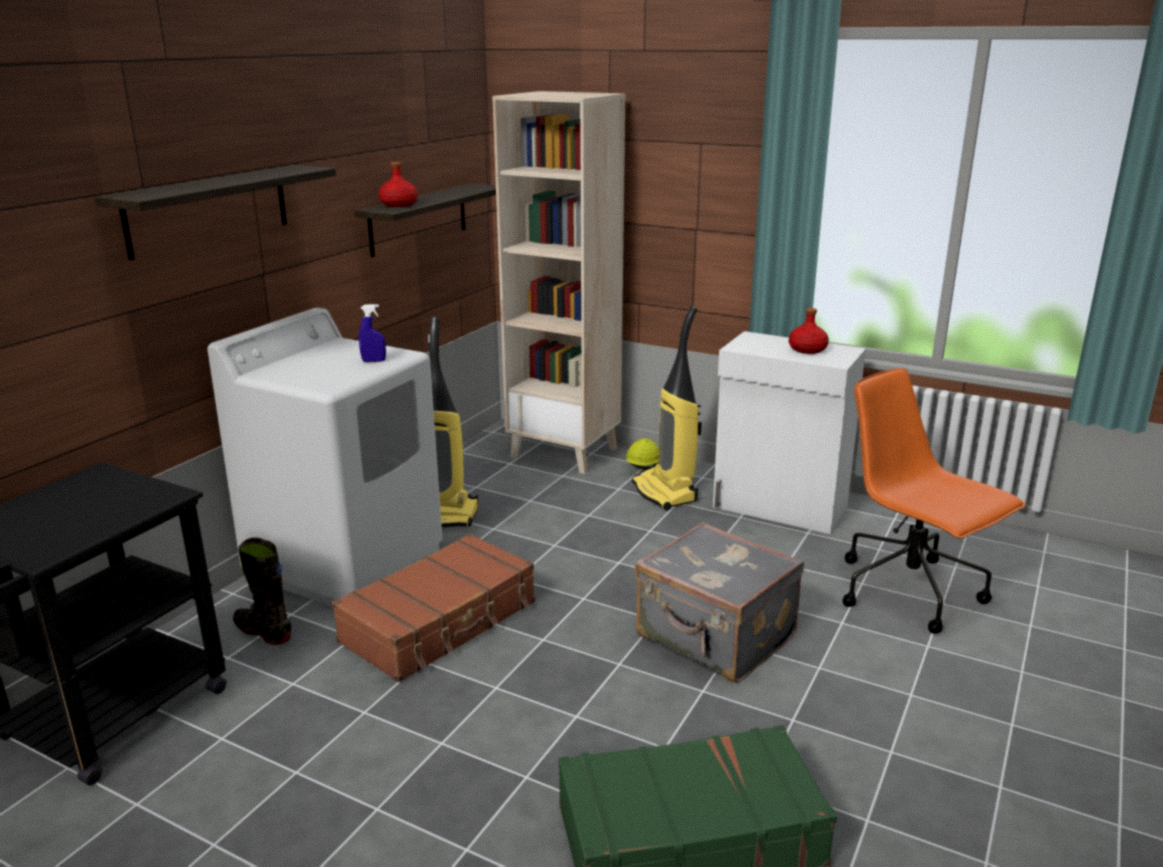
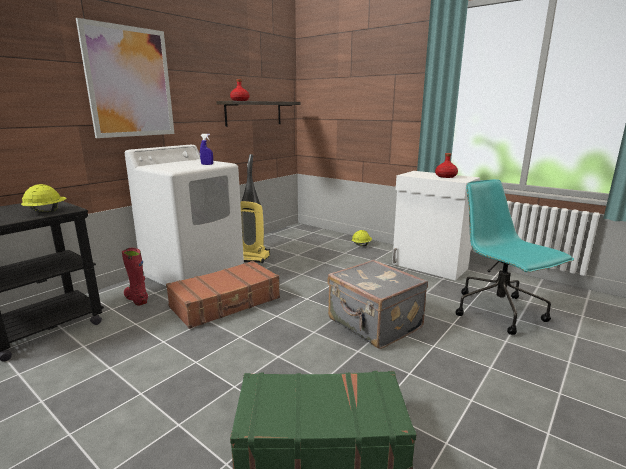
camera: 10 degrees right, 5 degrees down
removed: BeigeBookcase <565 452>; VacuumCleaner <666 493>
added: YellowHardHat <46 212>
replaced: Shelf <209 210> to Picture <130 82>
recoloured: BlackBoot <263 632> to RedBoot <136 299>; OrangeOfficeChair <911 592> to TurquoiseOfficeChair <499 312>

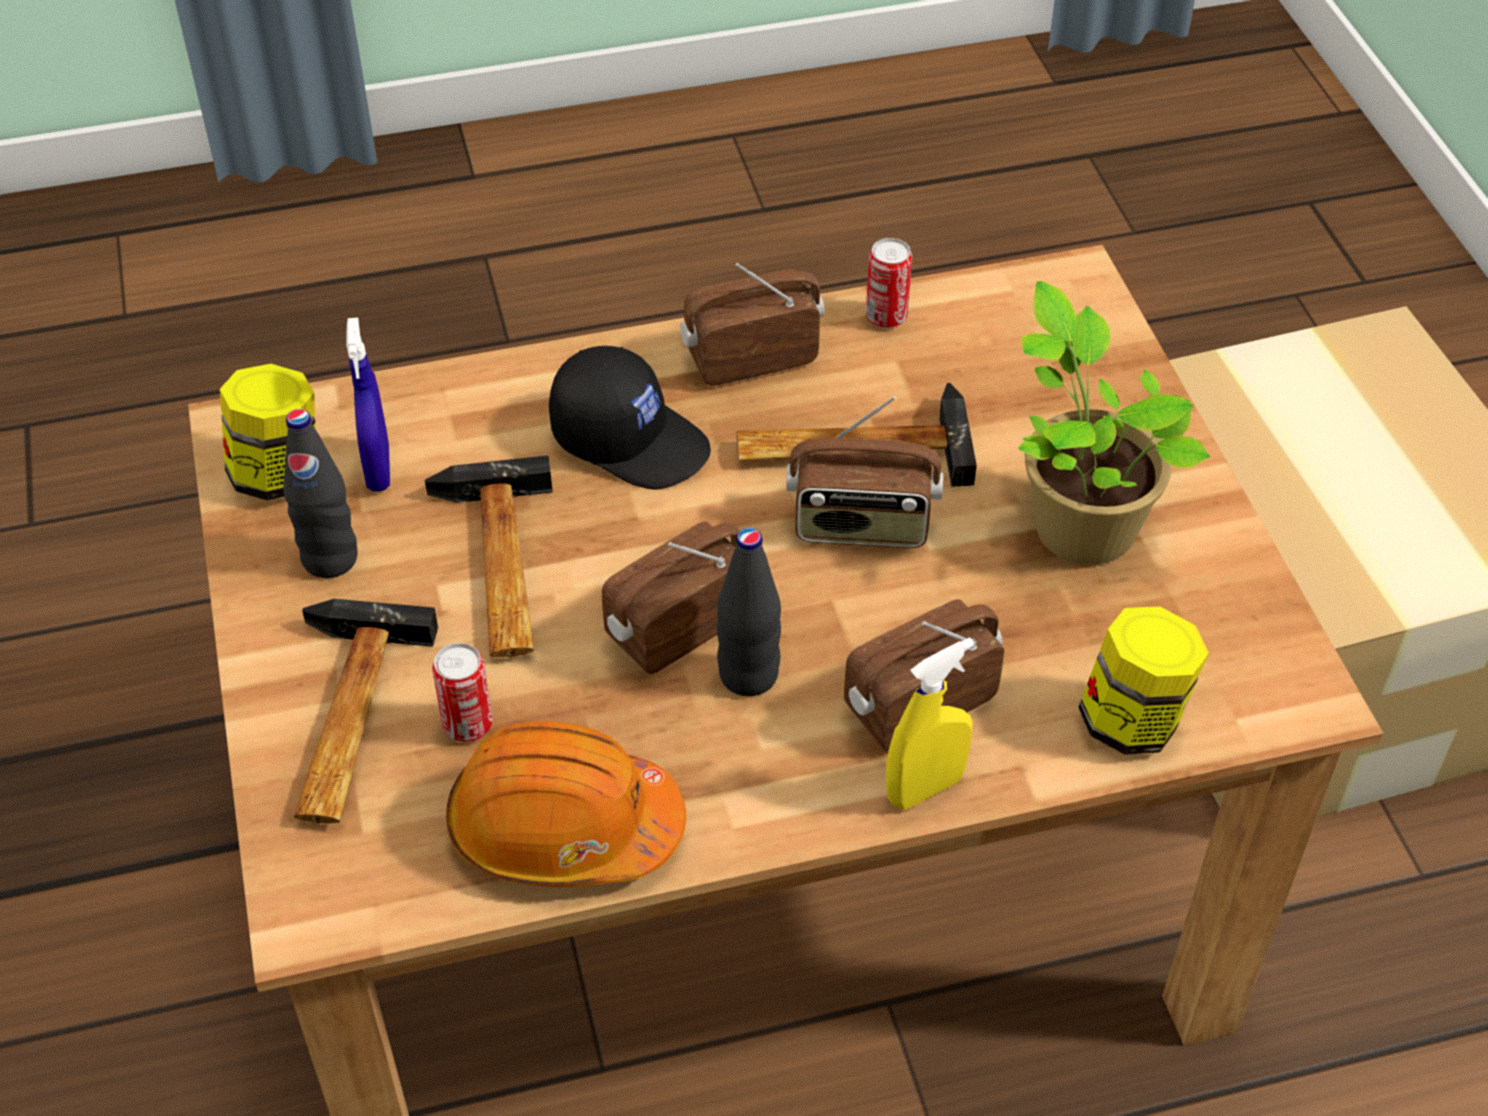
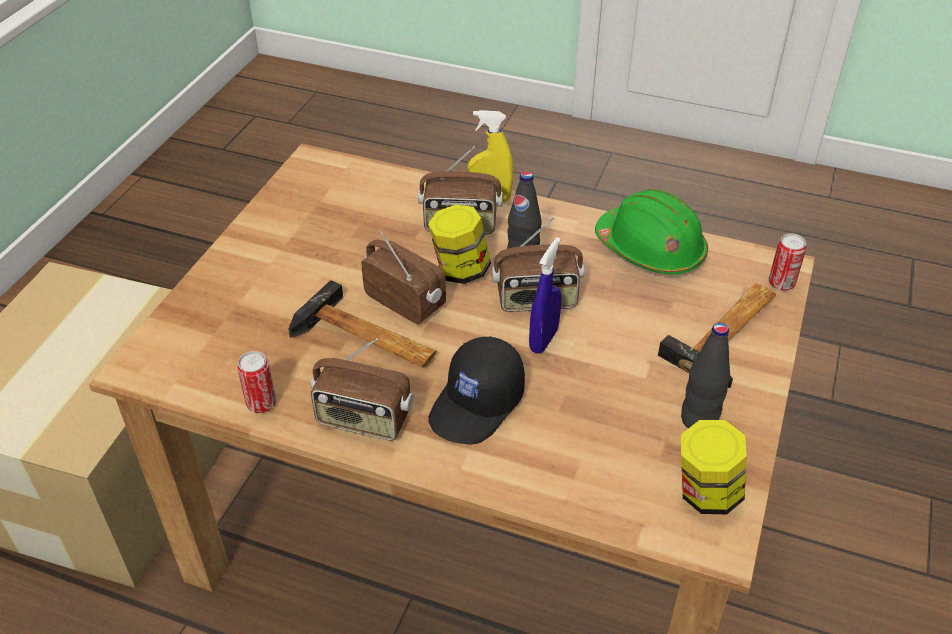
camera: 145 degrees left, 5 degrees down
removed: Hammer <497 569>; PottedPlant <1078 524>
moved: Jar <1132 720> to <460 270>; BlueSprayBottle <378 469> to <543 340>; Can <468 725> to <781 283>
recoloured: OrangeHardHat <563 827> to GreenHardHat <650 250>
turned: BlackCap <631 439> = <477 405> 120 degrees counterclockwise

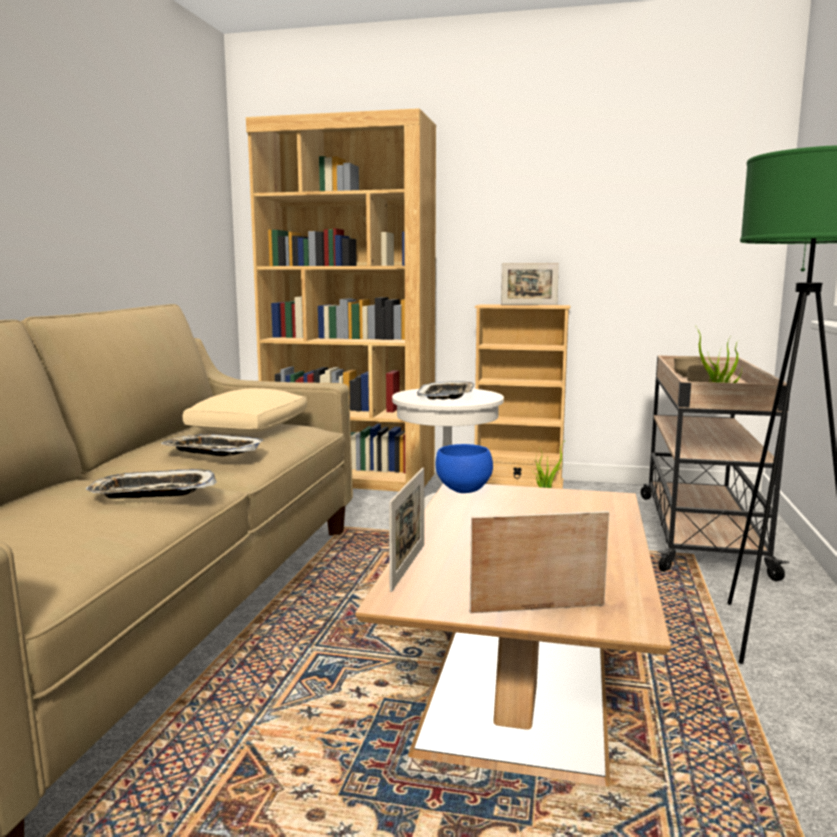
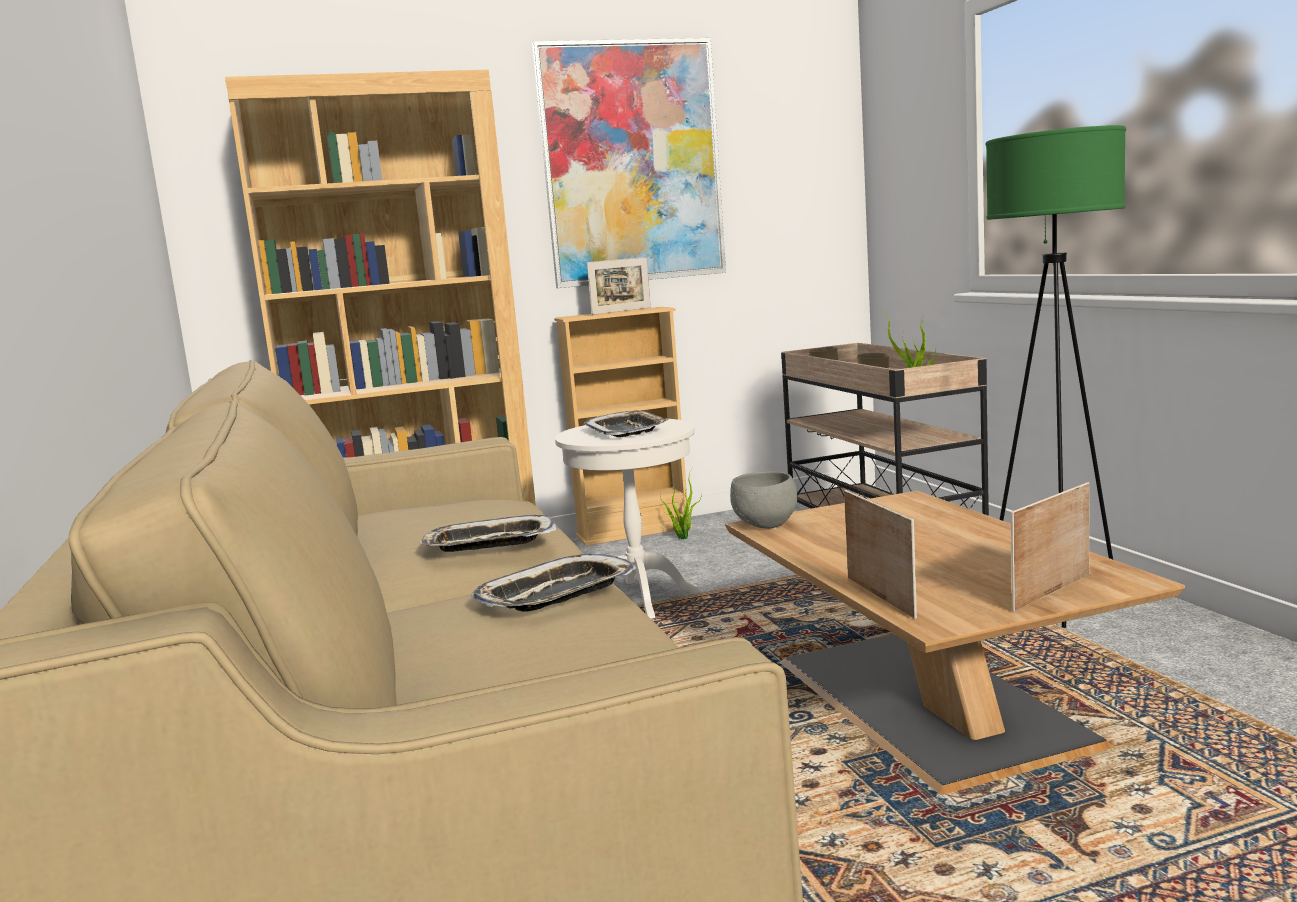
camera: 30 degrees left, 0 degrees up
removed: BeigePillow <249 428>
added: Picture <632 163>
recoloured: BlueBowl <463 490> to GreyBowl <766 525>

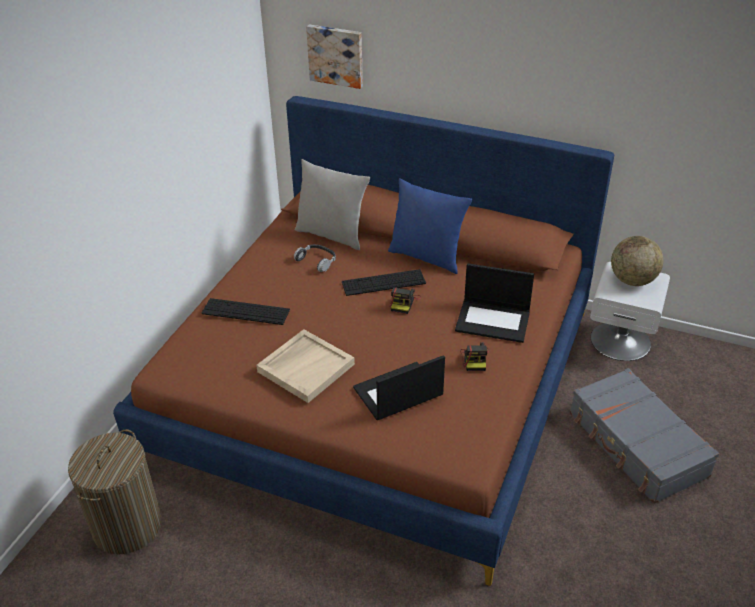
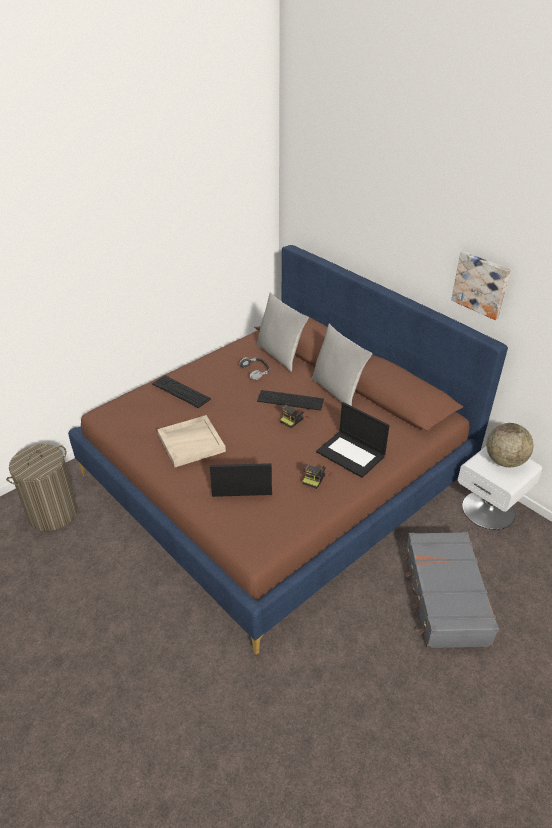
camera: 25 degrees right, 0 degrees up
moved: Picture <336 55> to <481 284>
recoloured: BluePillow <427 256> to GreyPillow <337 391>

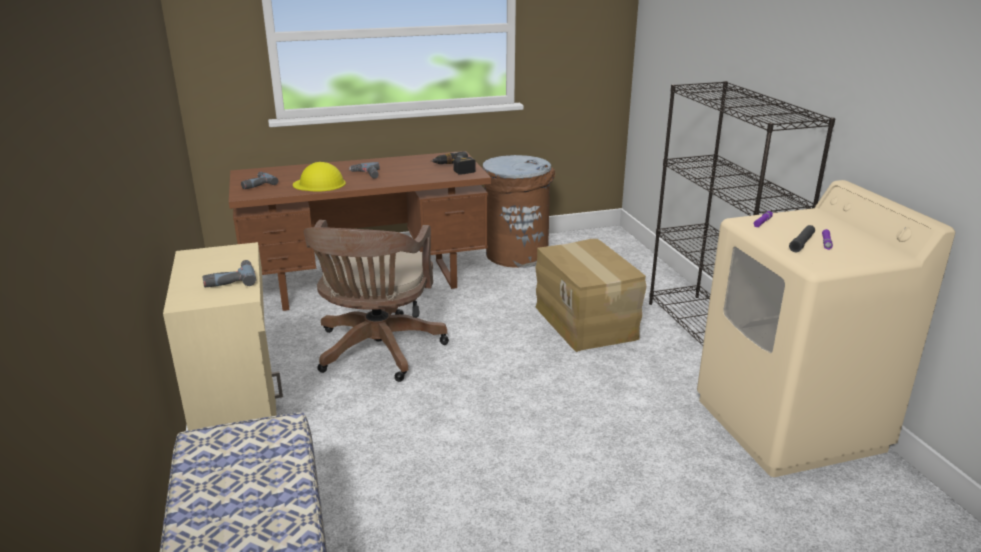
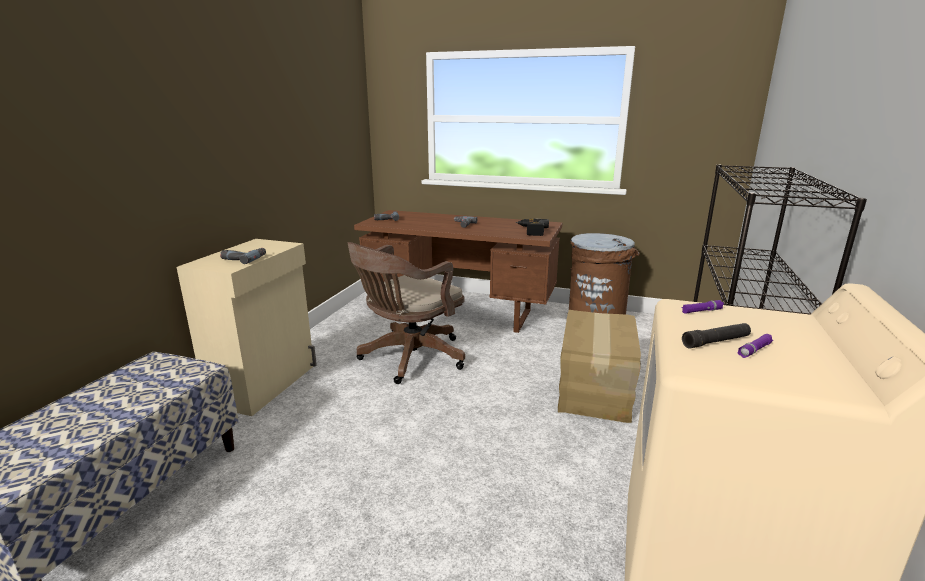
camera: 35 degrees right, 5 degrees down
removed: YellowHardHat <319 184>

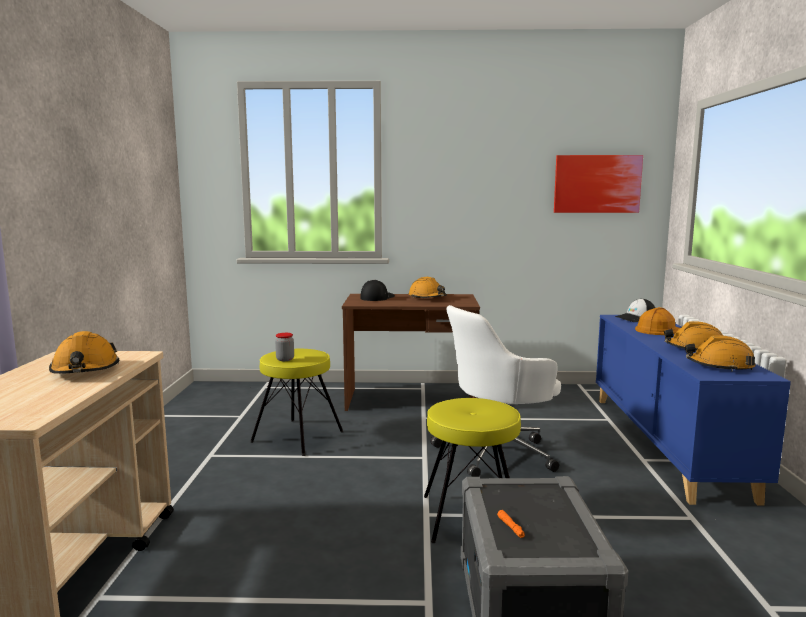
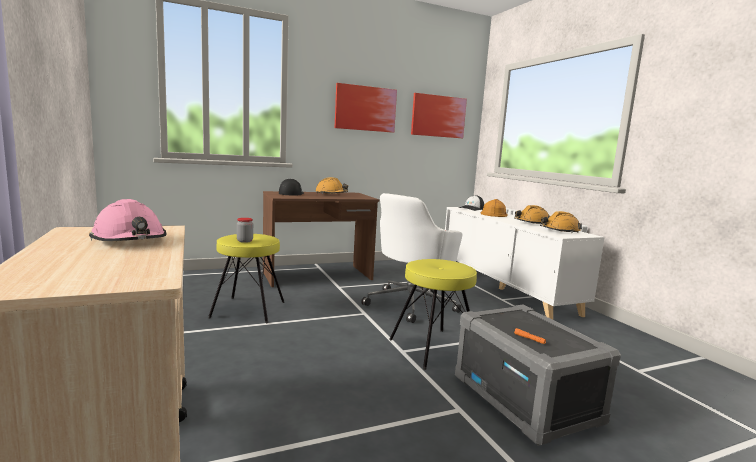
camera: 25 degrees left, 0 degrees up
added: Picture <365 108>
recoloured: OrangeHardHat <85 370> to PinkHardHat <130 240>; BlueCabinet <666 443> to WhiteCabinet <505 288>

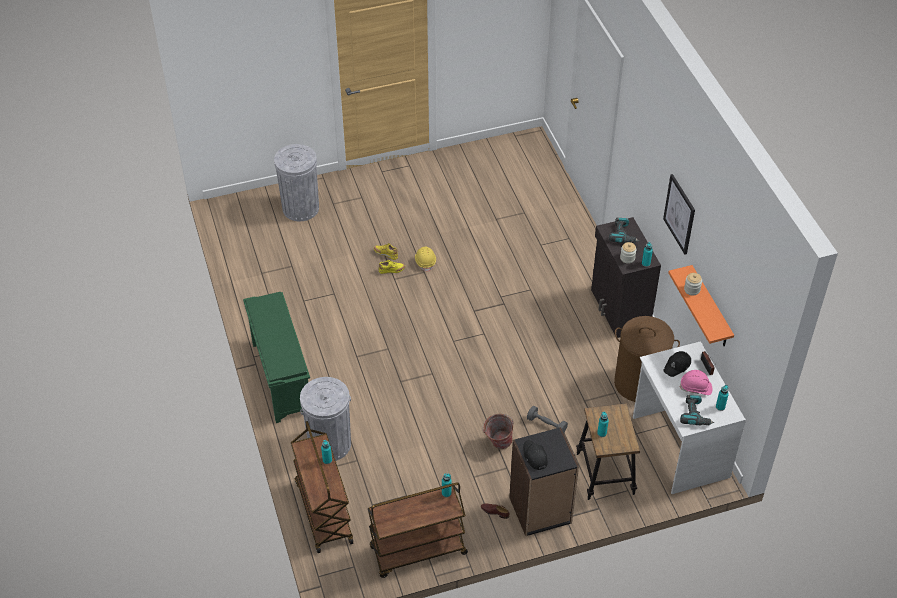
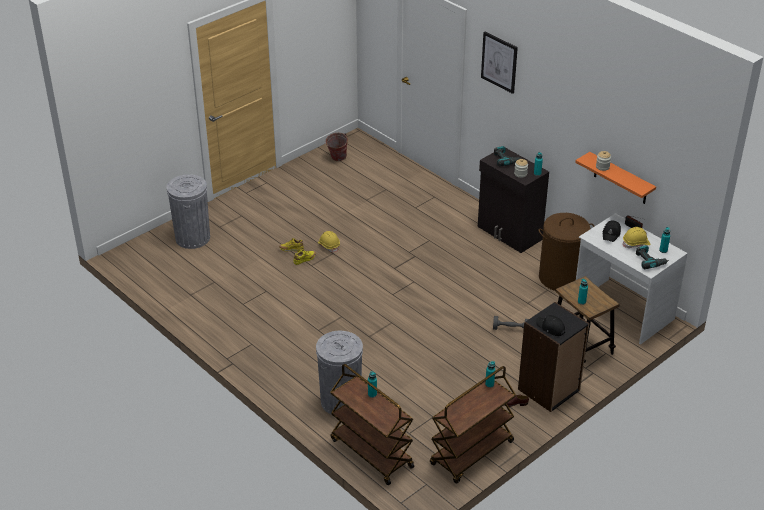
camera: 25 degrees left, 10 degrees down
removed: GreenShoeRack <280 377>
moved: Bucket <497 444> to <336 159>; Picture <679 214> to <499 62>
recoloured: PinkHardHat <696 388> to YellowHardHat <636 243>

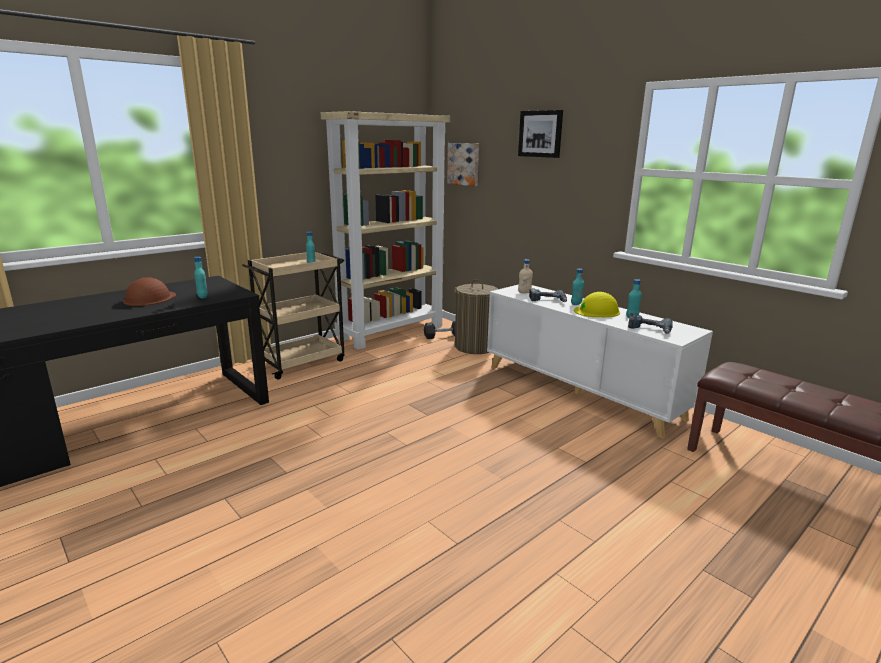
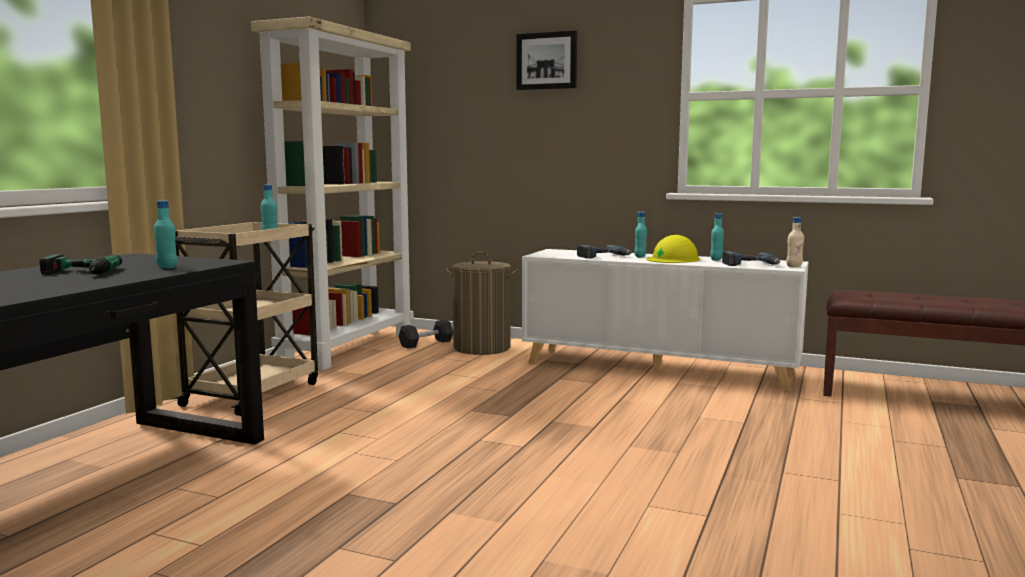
camera: 25 degrees left, 10 degrees down
removed: Picture <464 164>
moved: BeigeBottle <524 292> to <794 266>
replaced: BrownHardHat <150 298> to PowerDrill <75 274>

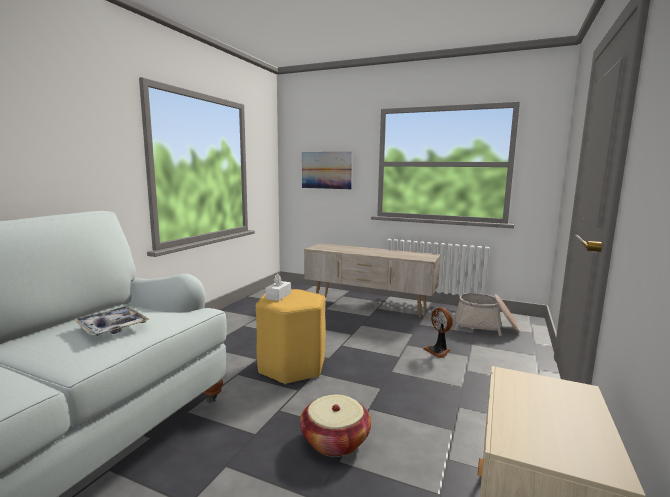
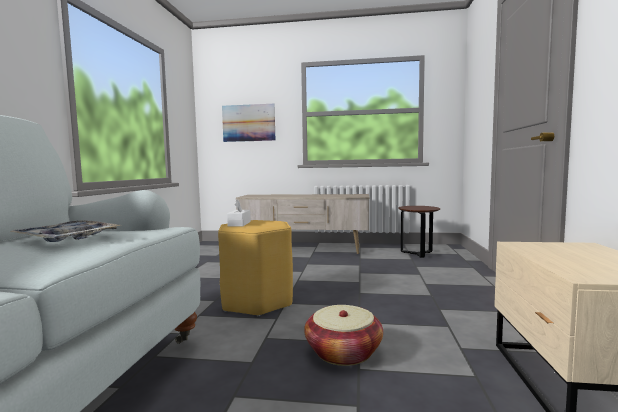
camera: 15 degrees left, 5 degrees down
removed: Fan <438 351>
replaced: Basket <485 326> to BrownSideTable <418 254>

